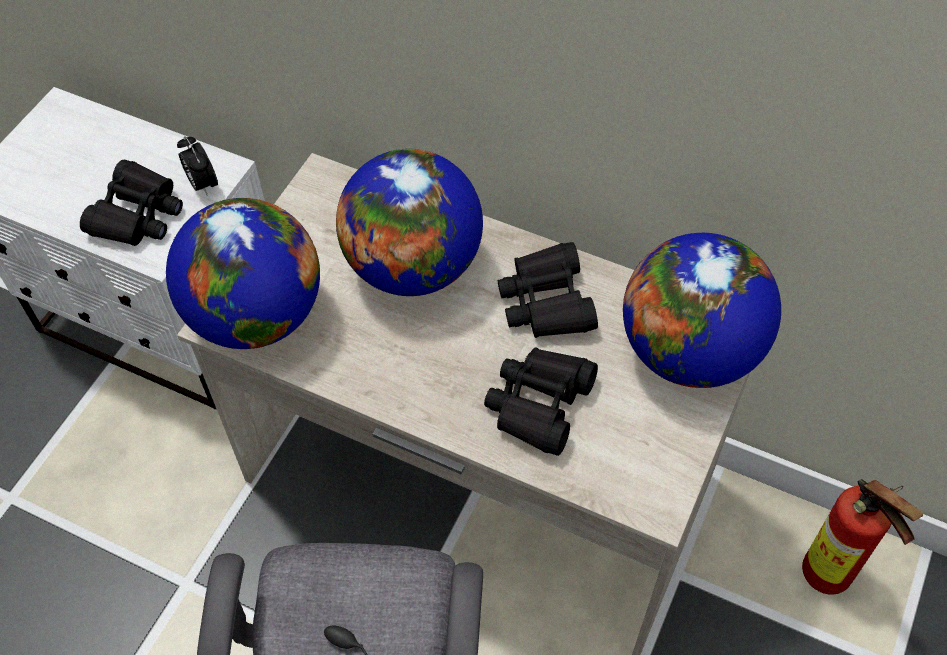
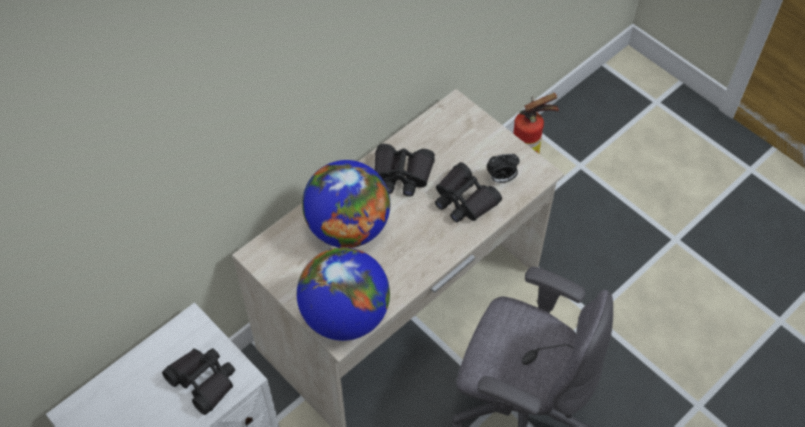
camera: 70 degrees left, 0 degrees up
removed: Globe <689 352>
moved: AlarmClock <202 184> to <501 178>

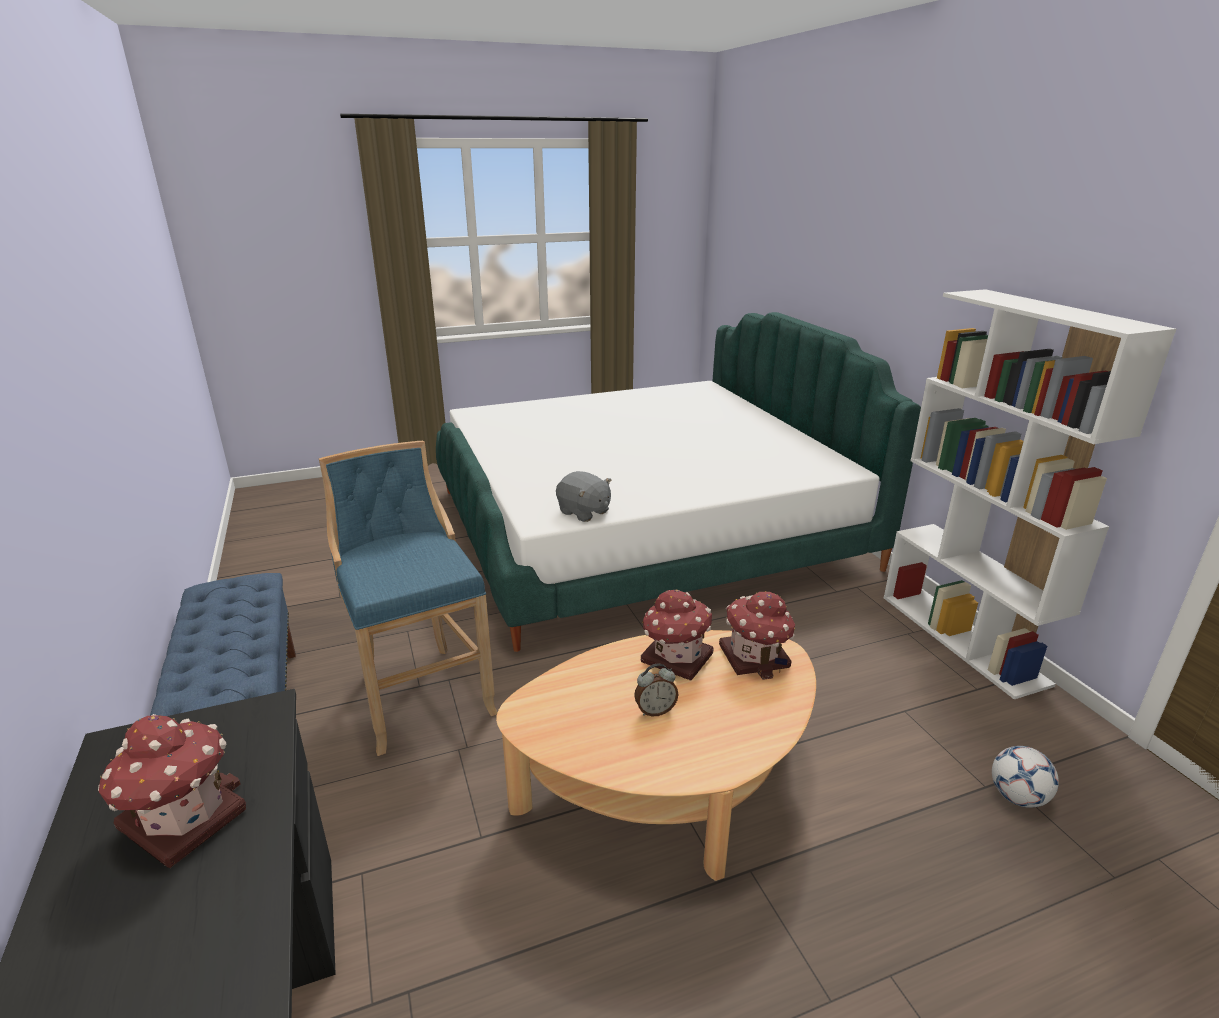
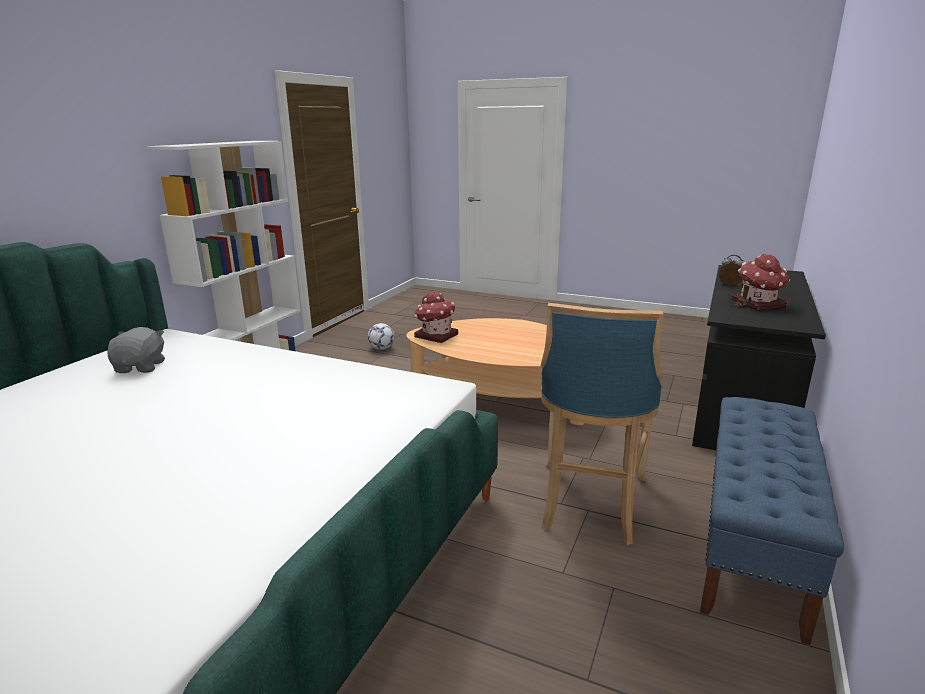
camera: 135 degrees left, 5 degrees down
removed: ToyHouse <675 657>
moved: GreyPlushToy <584 512> to <141 367>; AlarmClock <655 710> to <729 285>

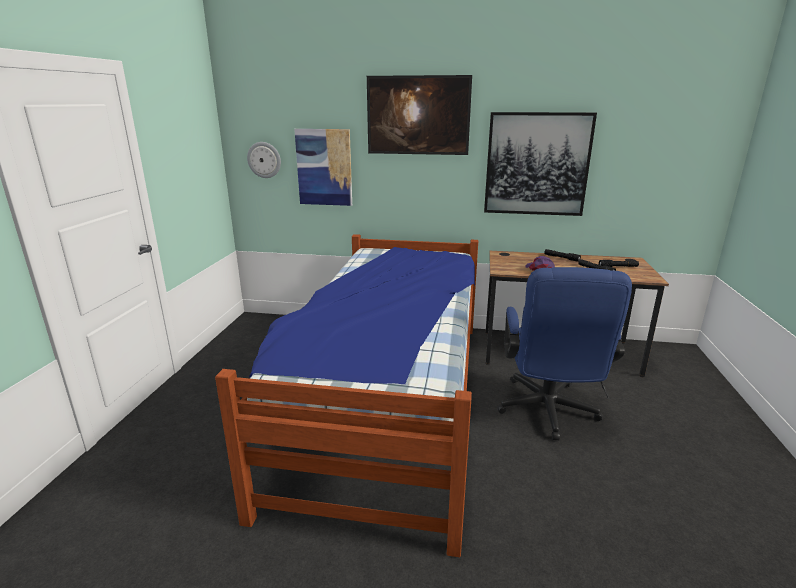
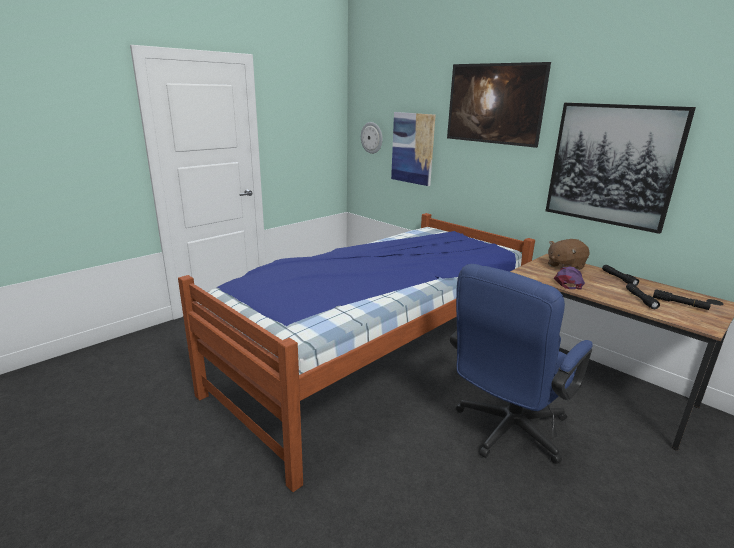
camera: 35 degrees right, 0 degrees up
added: BrownPlushToy <565 266>

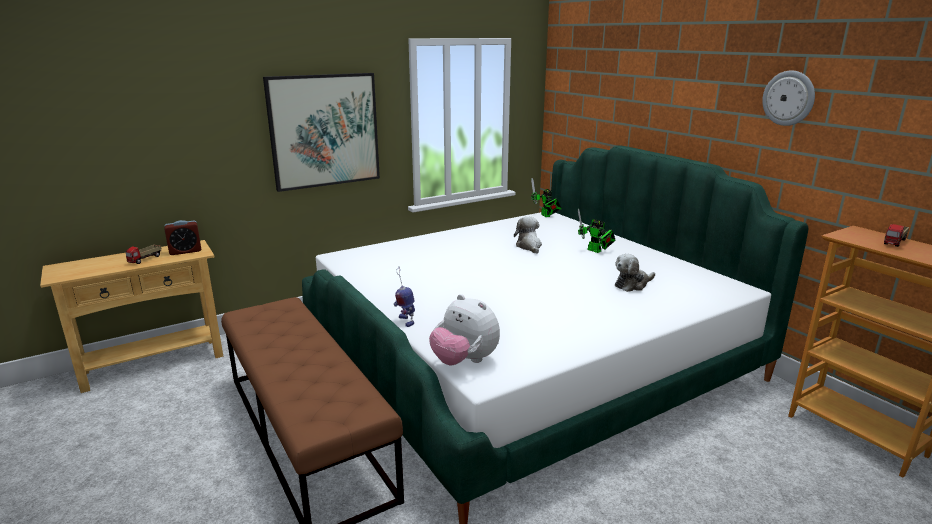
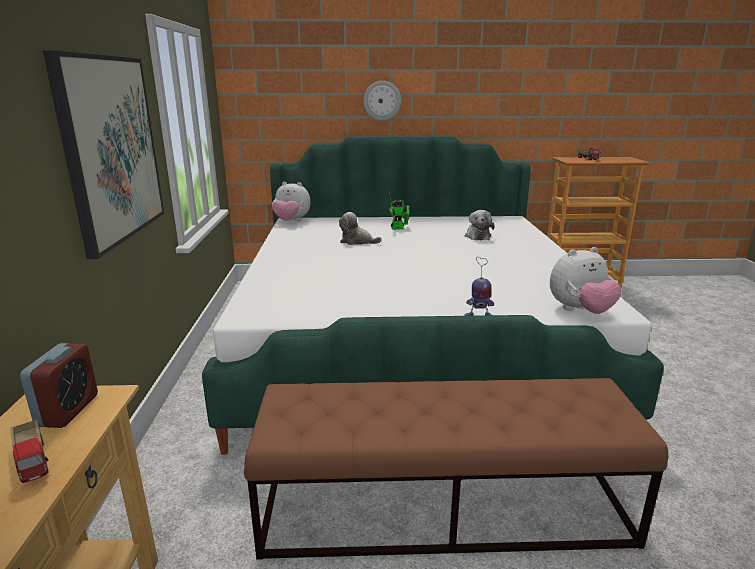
camera: 60 degrees left, 0 degrees up
moved: WallClock <788 98> to <382 101>
replaced: ToyRobot <546 216> to PlushToy <291 221>

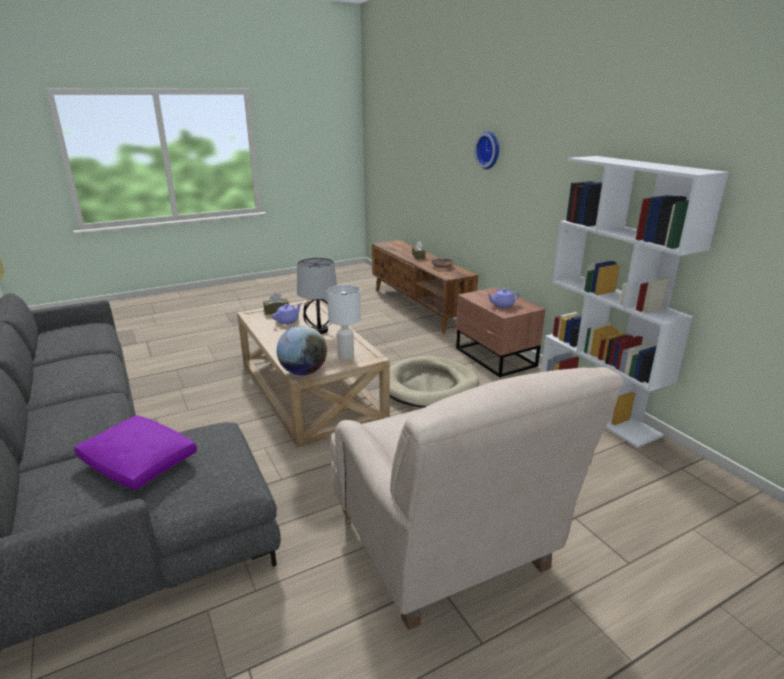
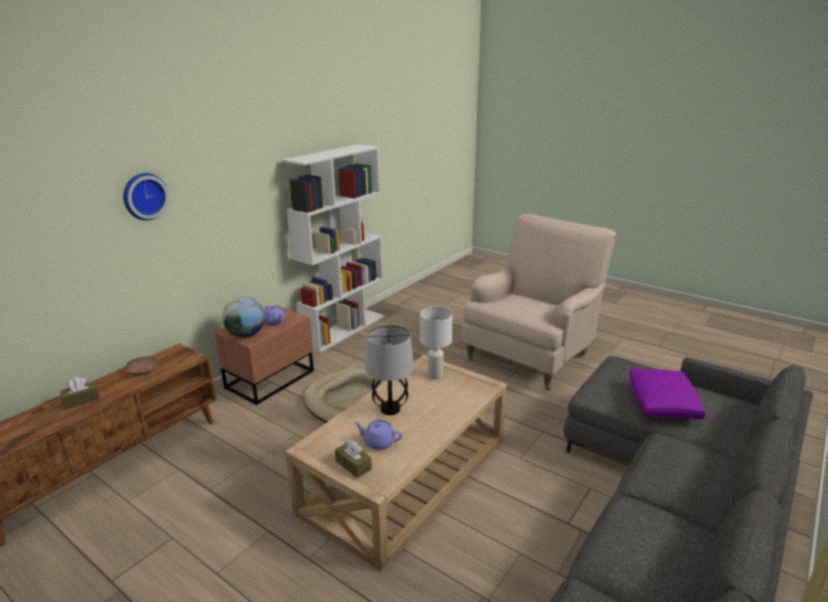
camera: 115 degrees left, 0 degrees up
moved: Globe <303 372> to <246 335>

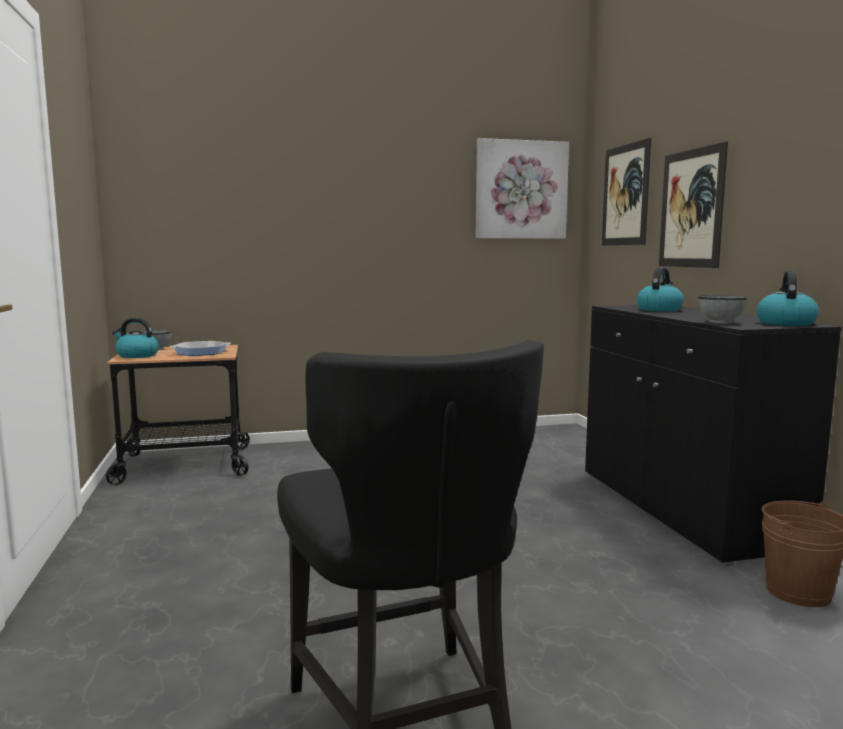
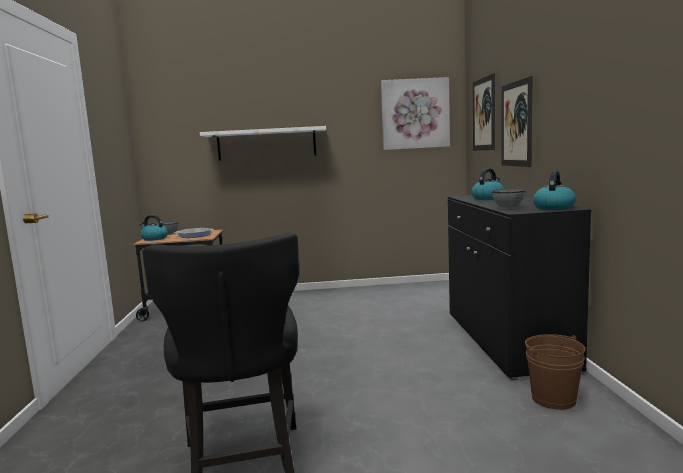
camera: 10 degrees right, 0 degrees up
added: WhiteShelf <266 144>

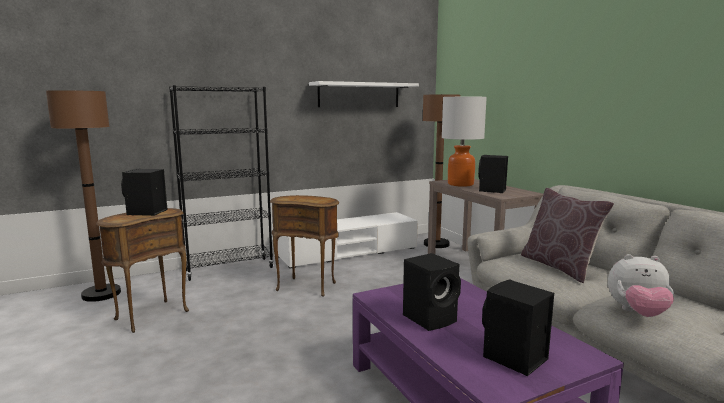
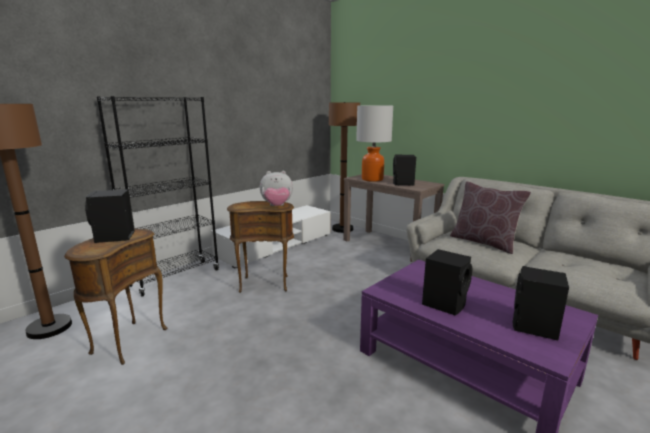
camera: 20 degrees left, 5 degrees up
removed: WhiteShelf <359 95>
moved: PlushToy <637 313> to <277 206>

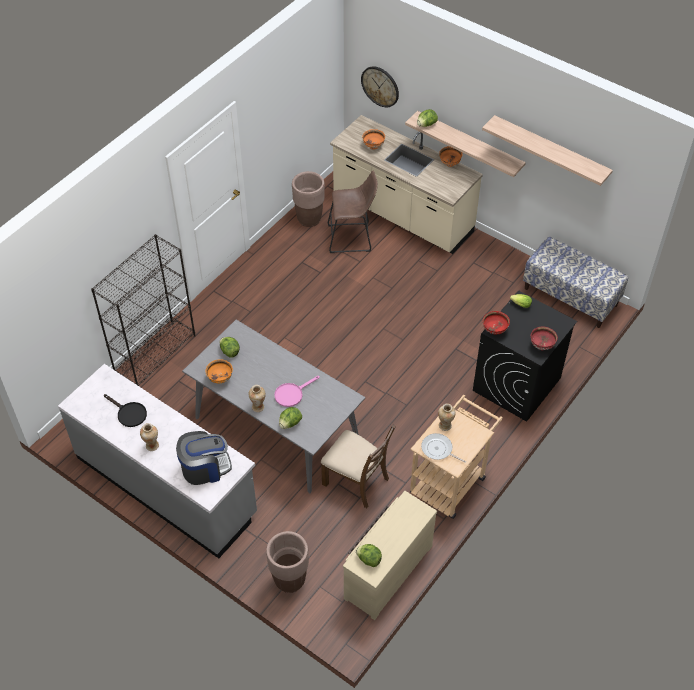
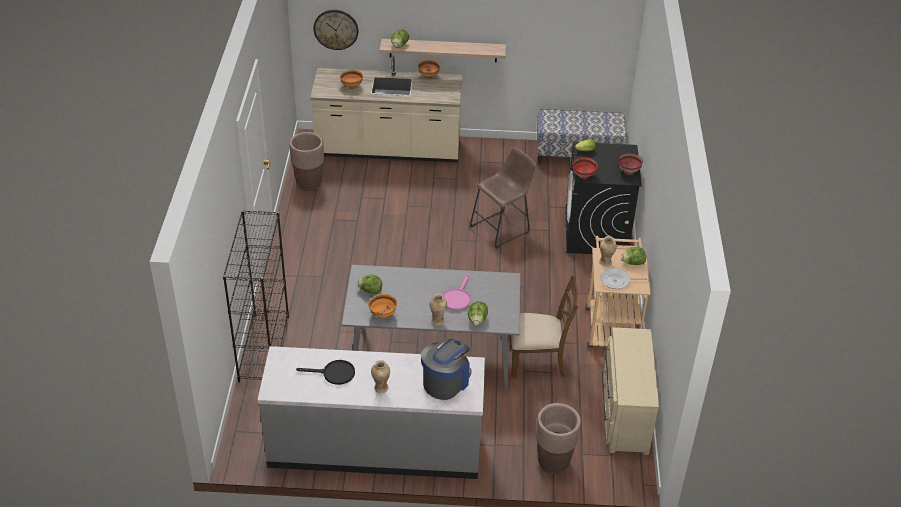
camera: 35 degrees left, 10 degrees down
removed: Shelf <550 150>
moved: BrownStool <352 238> to <502 228>; Lettuce <369 559> to <633 263>

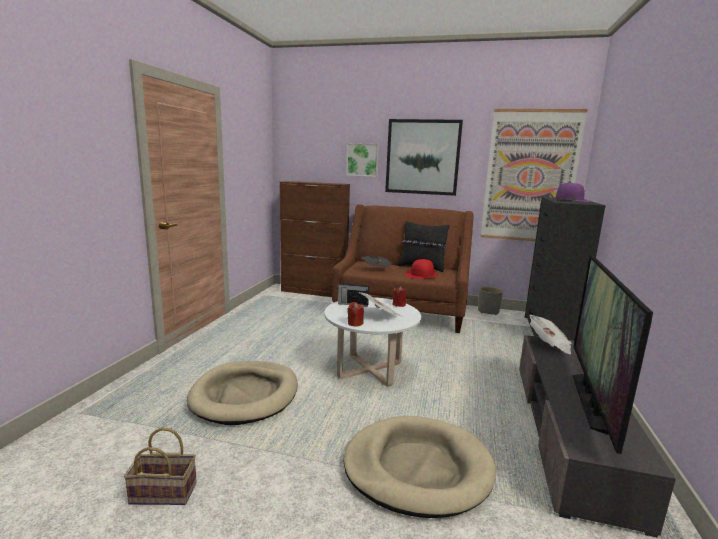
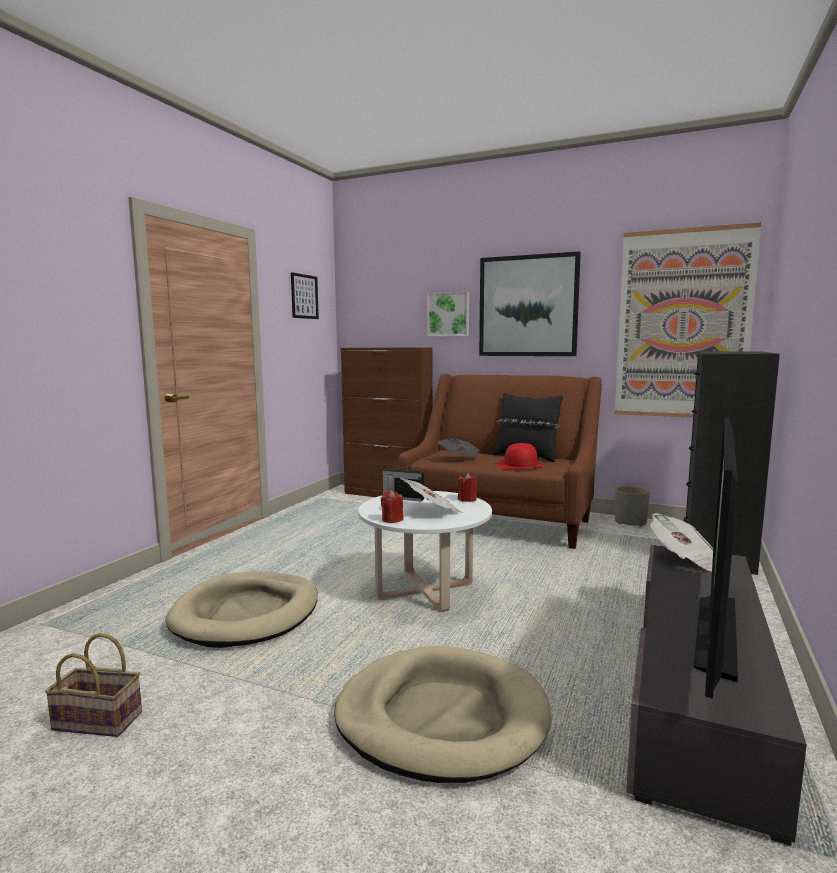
camera: 10 degrees right, 5 degrees down
removed: PurpleHat <569 200>
added: Picture <304 296>

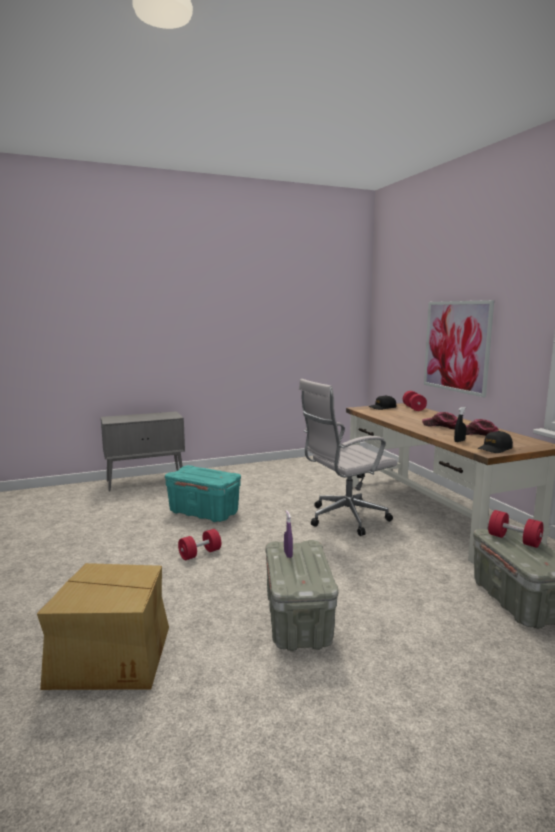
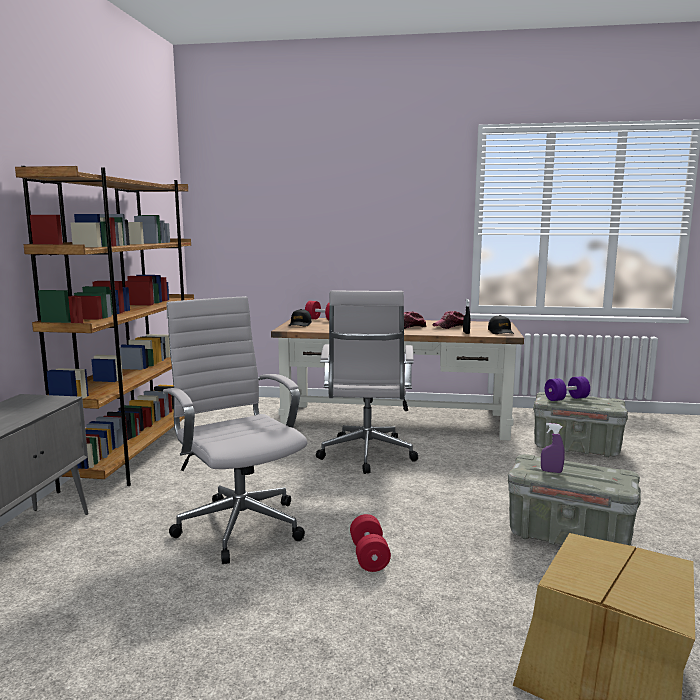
camera: 60 degrees left, 0 degrees up
removed: Picture <456 346>
added: BrownBookcase <137 455>
replaced: TurquoiseStorageBox <204 513> to WhiteOfficeChair <238 524>
recoloured: RedDumbbell <514 540> to PurpleDumbbell <566 399>

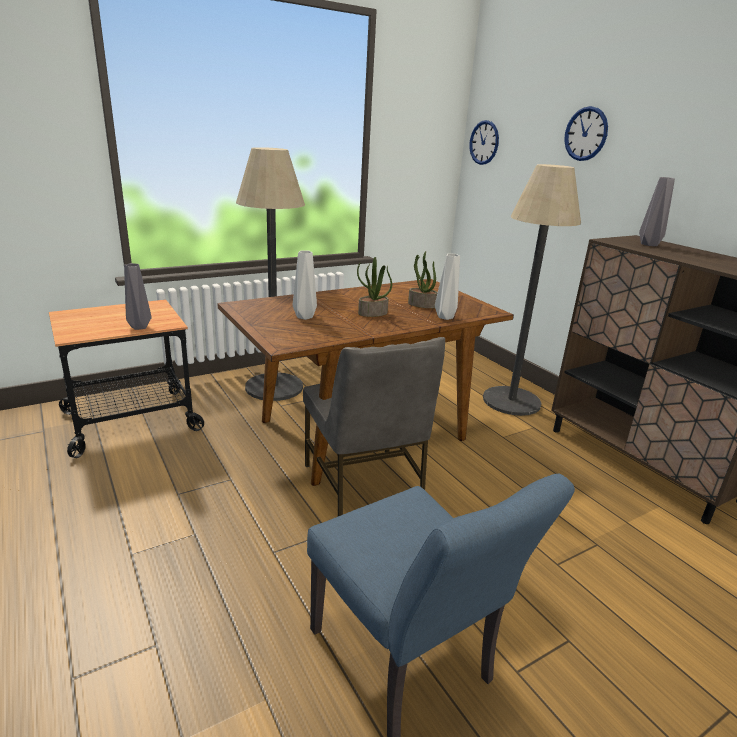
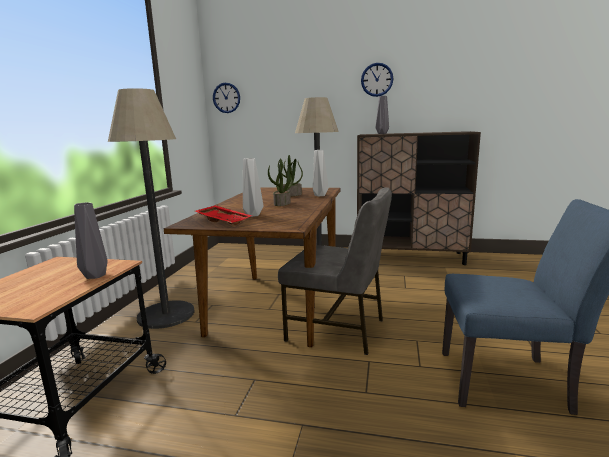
camera: 45 degrees left, 10 degrees down
added: RedTray <224 221>
moved: WallClock <586 134> to <377 79>

